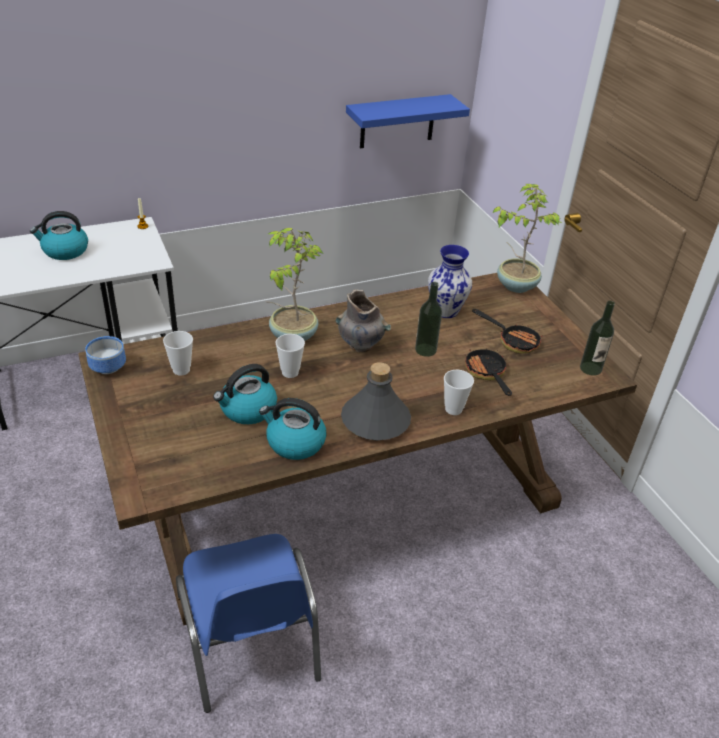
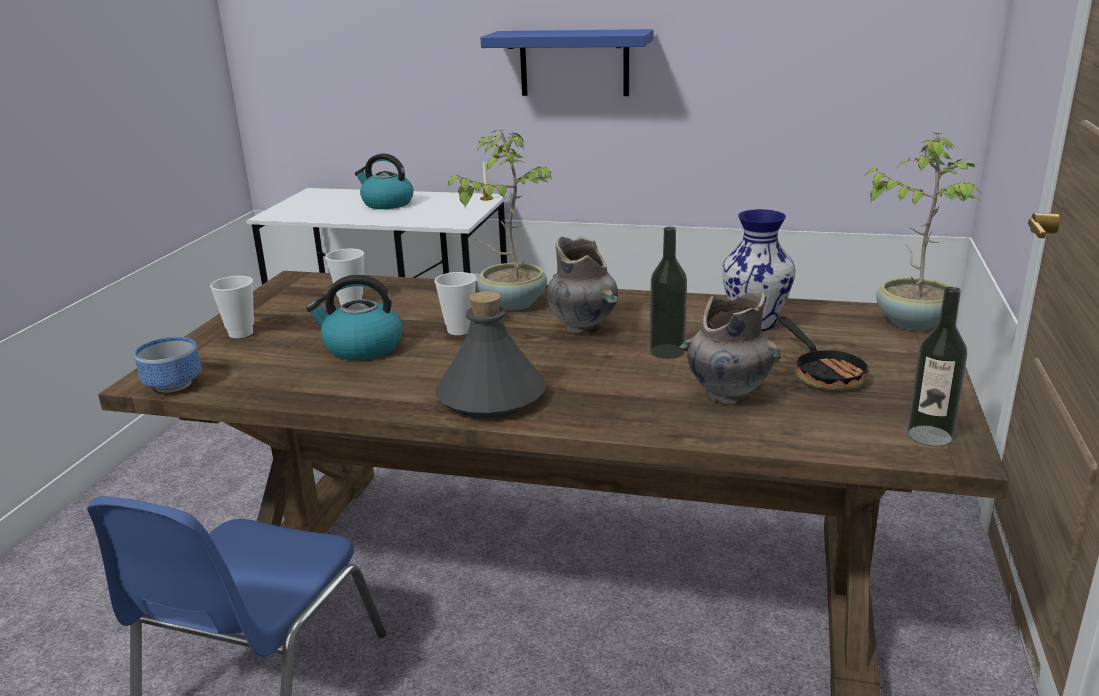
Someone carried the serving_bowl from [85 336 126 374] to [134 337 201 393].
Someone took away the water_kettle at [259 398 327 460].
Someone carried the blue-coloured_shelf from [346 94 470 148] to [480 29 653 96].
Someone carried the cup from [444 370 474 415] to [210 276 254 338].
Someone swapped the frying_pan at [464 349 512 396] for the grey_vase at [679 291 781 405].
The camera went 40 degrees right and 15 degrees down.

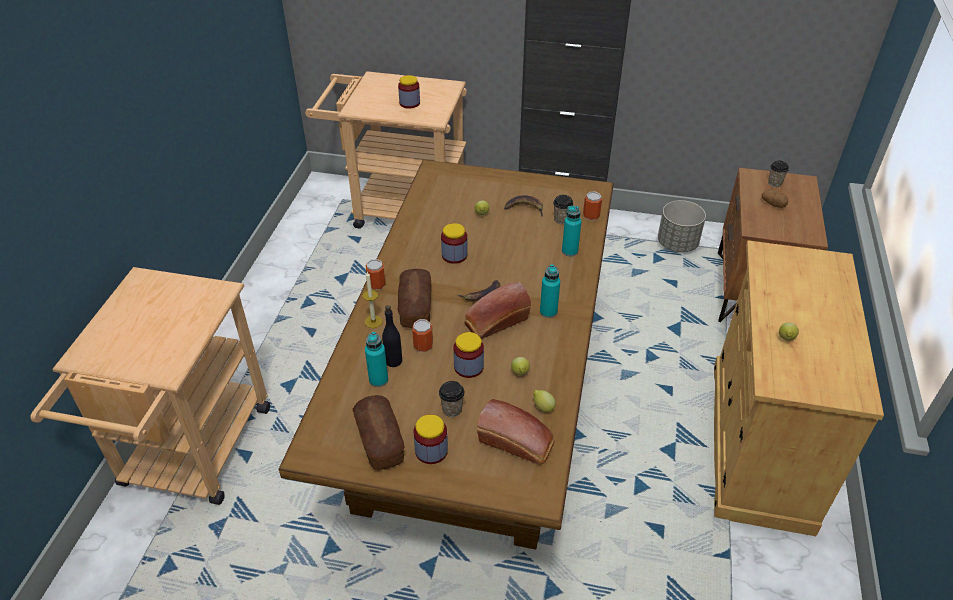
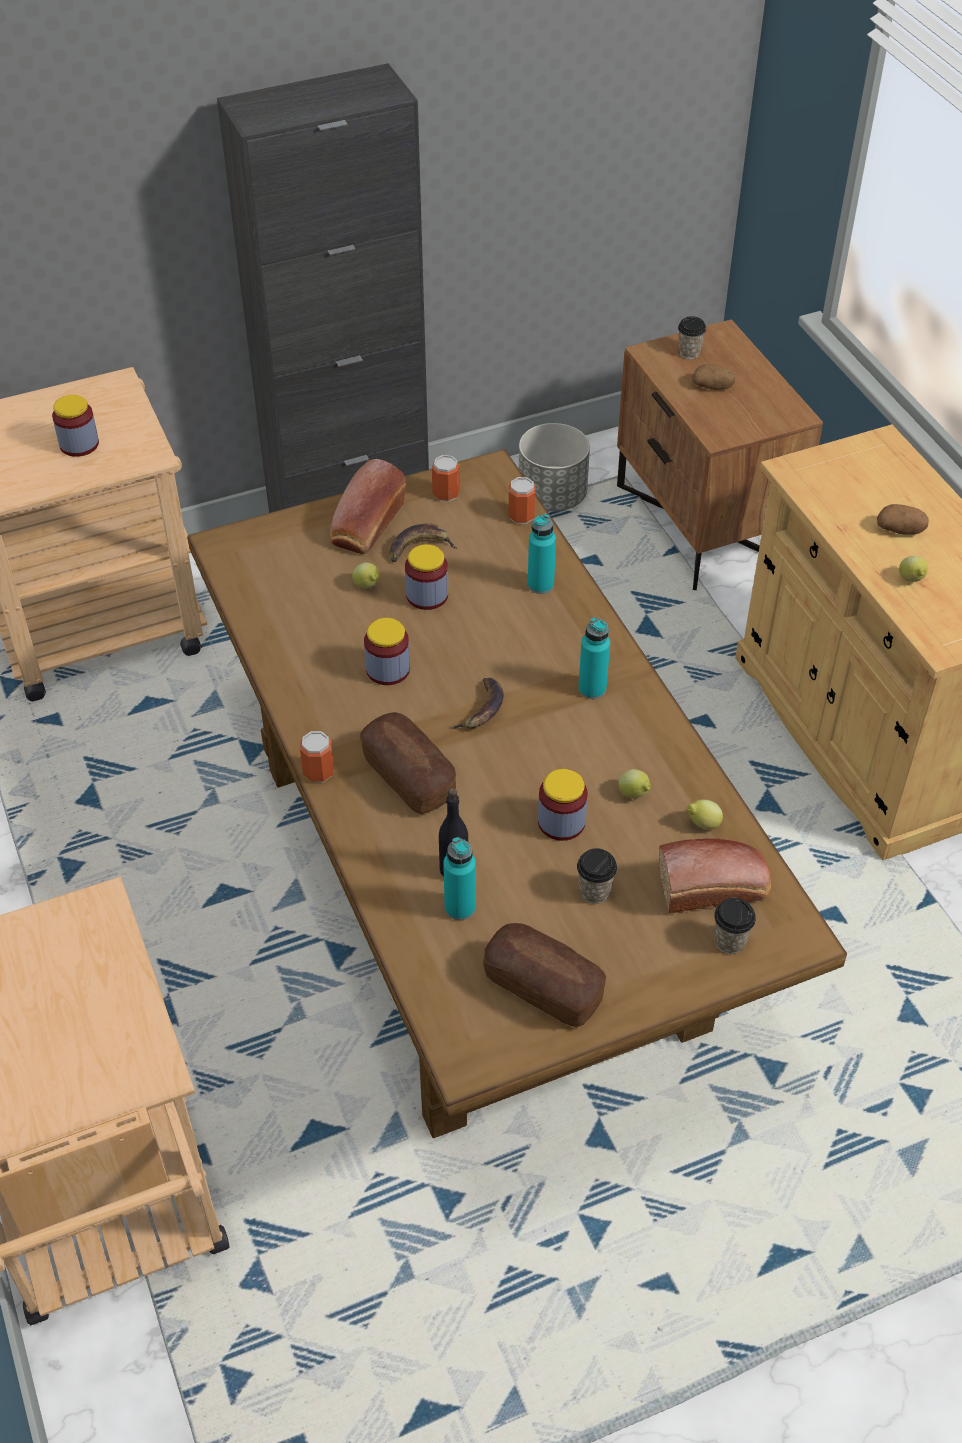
Someone took away the wax_candle at [363 271 383 328].
Someone carried the can from [412 319 433 352] to [432 455 460 502].
Someone carried the jar from [413 414 448 464] to [405 544 448 610].
Someone carried the bakery_bread from [465 282 531 339] to [330 459 406 554].
Someone carried the cup from [553 195 573 224] to [714 898 756 954].
Someone put down the whole_potato at [877 504 929 535].
The camera went 35 degrees left and 5 degrees up.

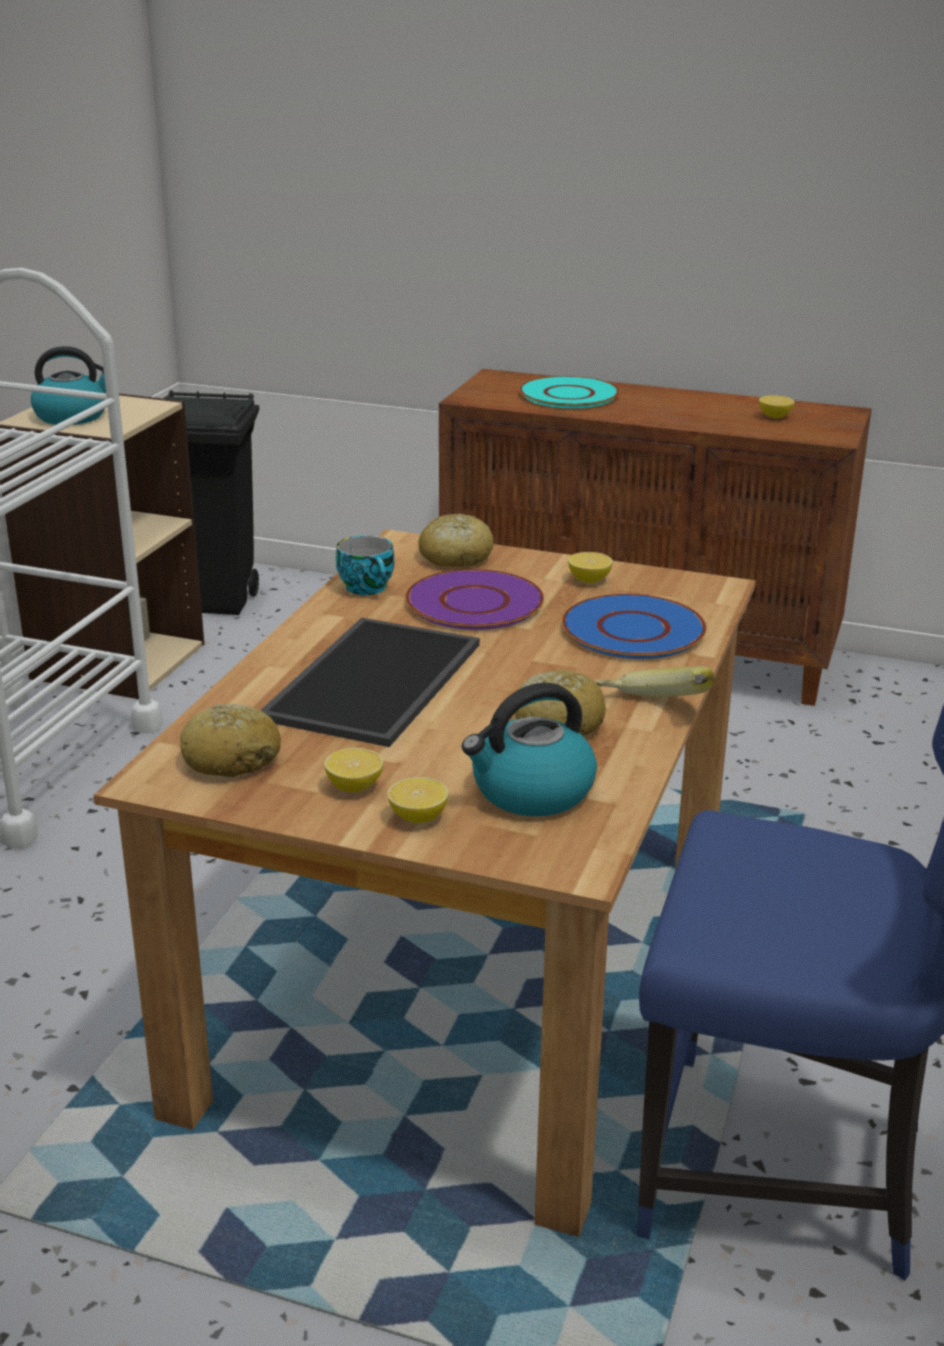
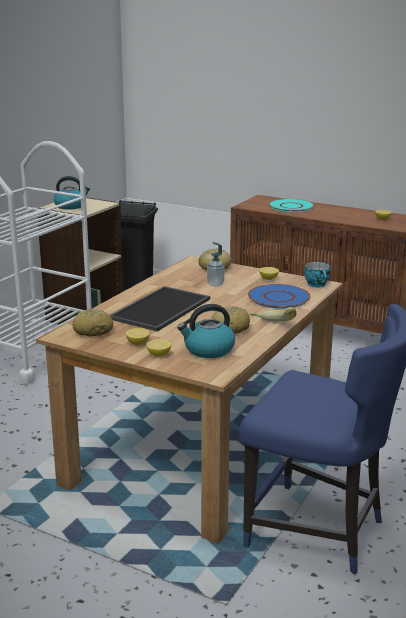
Someone carried the cup from [336 535 395 595] to [304 262 330 288].
Someone swapped the purple-coloured_flat_dish at [405 569 544 630] for the liquid_soap_bottle at [207 242 225 287].
The camera went 10 degrees right and 5 degrees down.

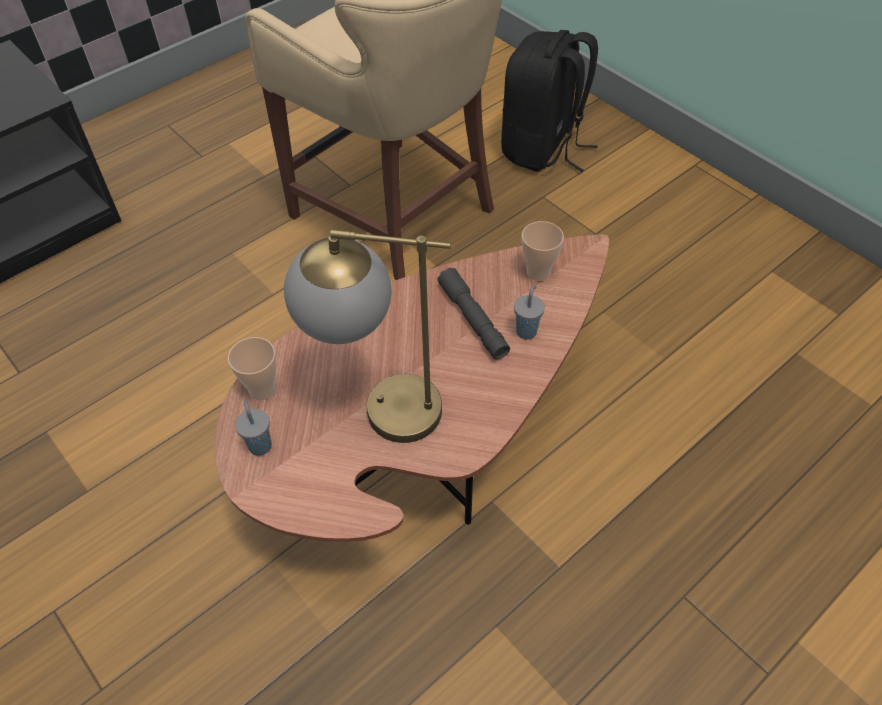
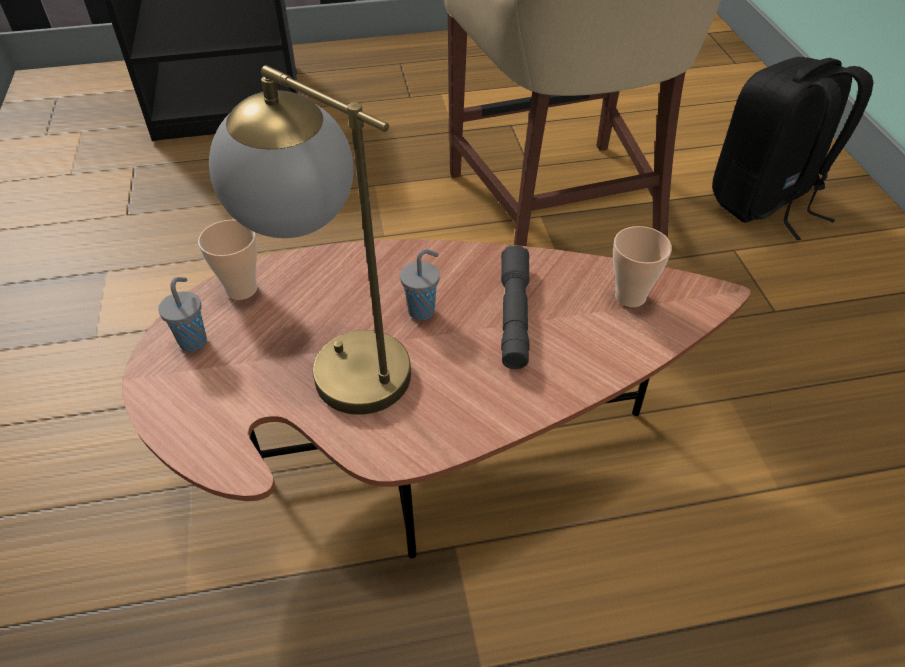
Someone carried the grey_cup from [514 286 545 340] to [400 249 440 320].
The camera went 30 degrees right and 5 degrees down.

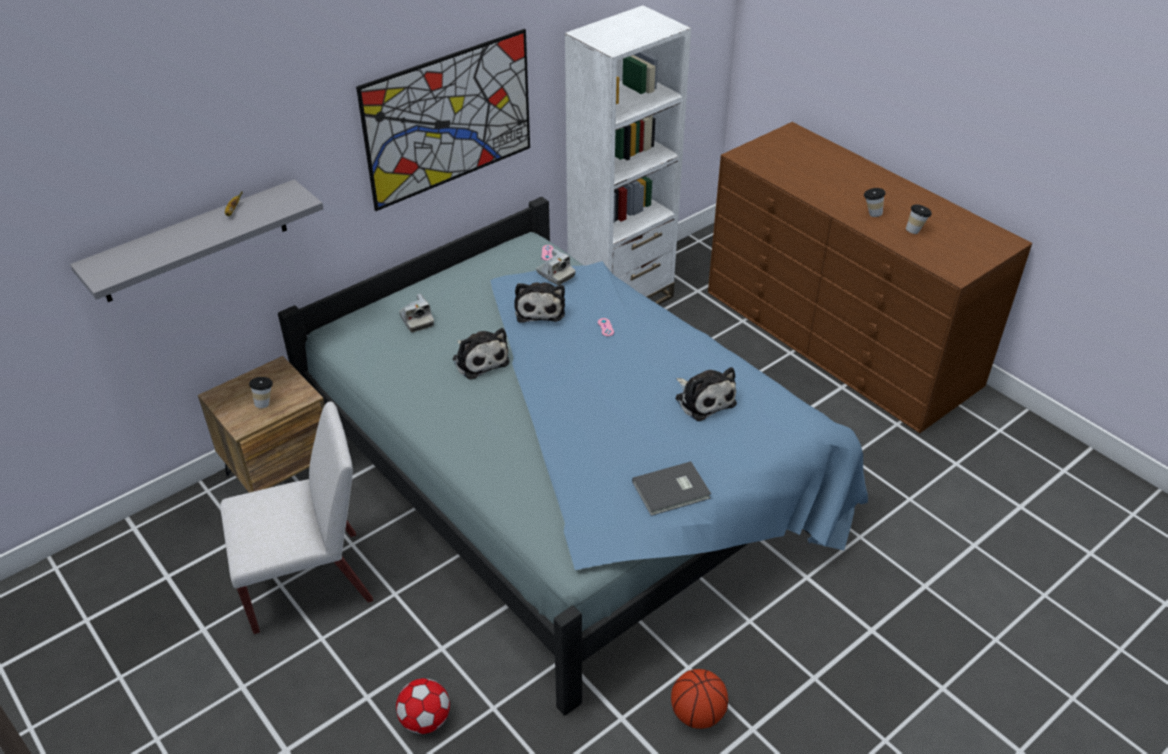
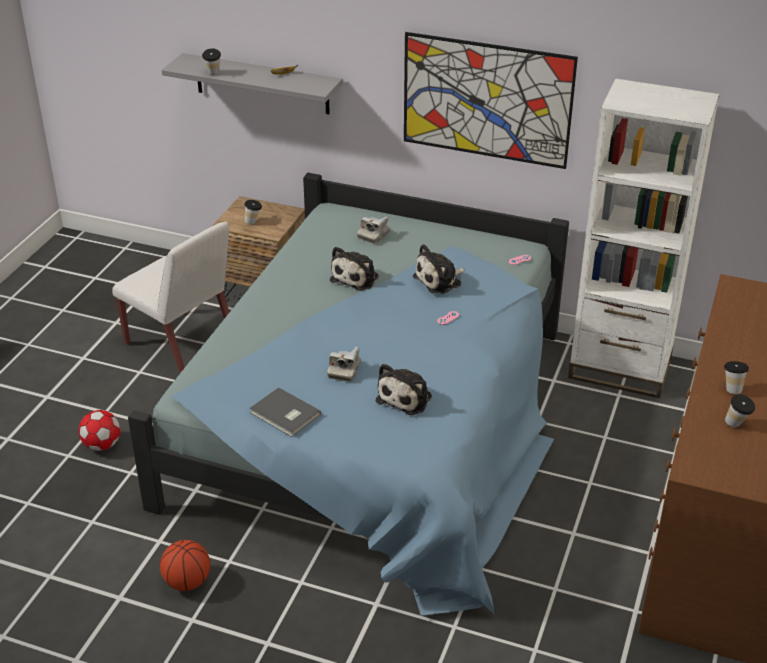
Someone carried the photo_camera from [536 249 575 286] to [327 347 361 382].
Someone put down the cup at [202 48 221 75].
The camera went 60 degrees right and 5 degrees down.

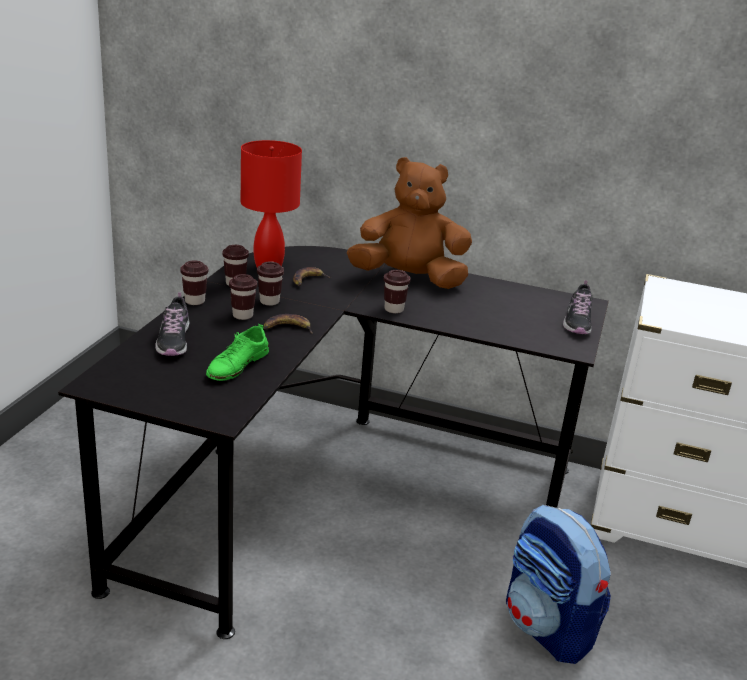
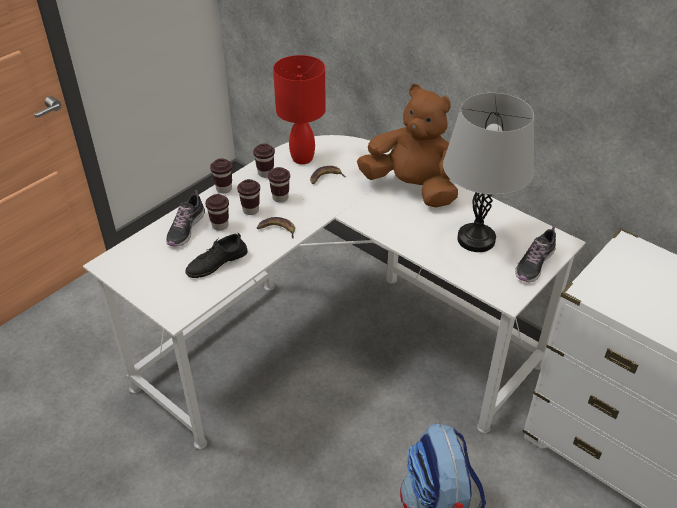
Someone repainted the black_desk_table at [58 246 609 639], which became the white_desk_table at [83 135 586 449].
Someone repainted the greenish_item_of_footwear at [206 324 269 381], which became the black_item_of_footwear at [185 233 248 278].
Someone carried the brown-coloured_cup from [384 270 411 313] to [205 194 229 231].
Someone put down the grey_table_lamp at [443 93 534 252].
The camera went 25 degrees right and 15 degrees up.

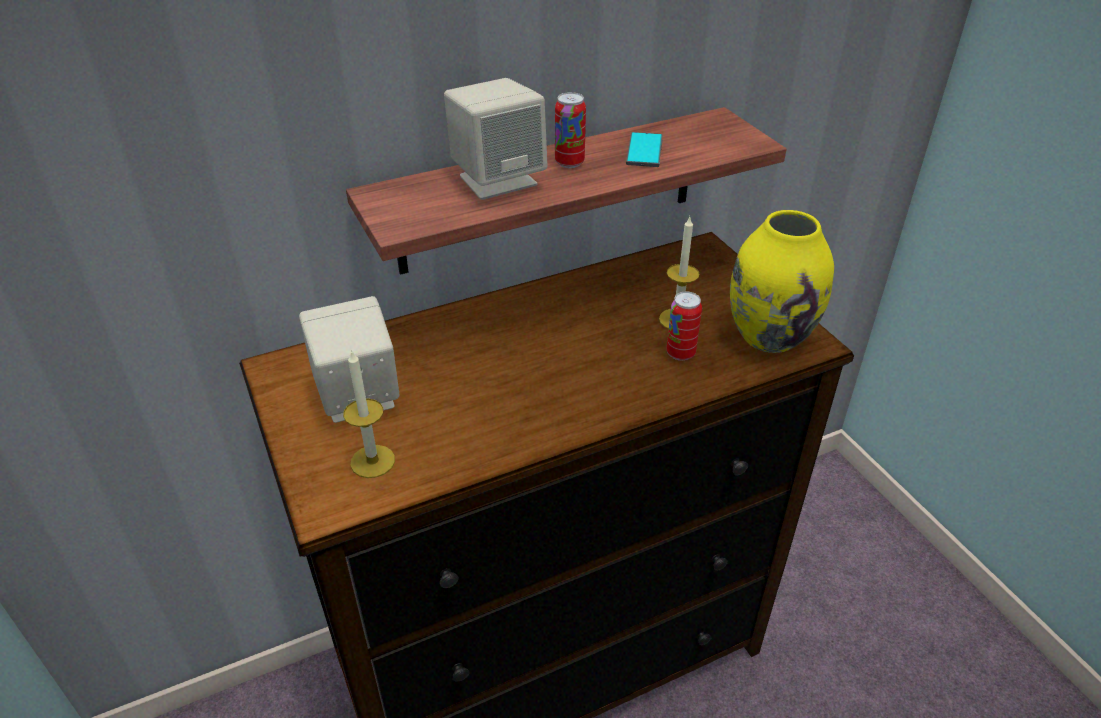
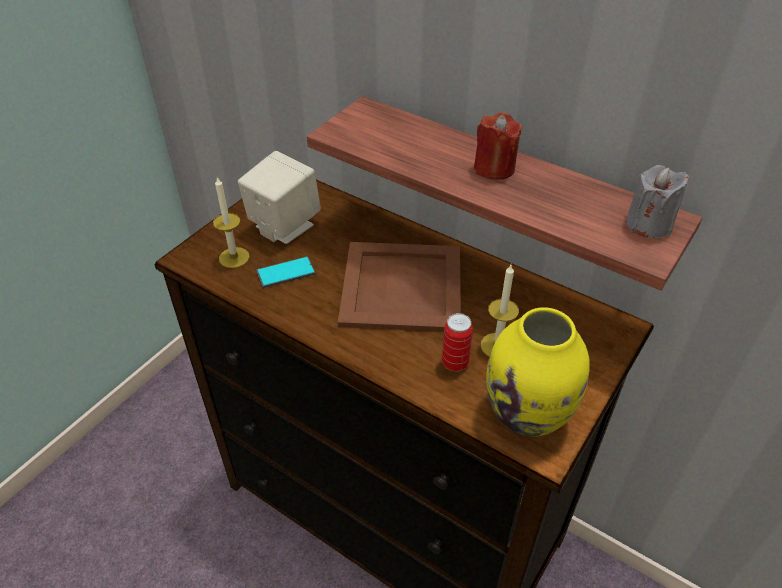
Someone took away the beige_speaker at [444 78 548 200].
Someone swapped the can at [555 92 586 168] for the reddish_wax_candle at [474 112 523 180].
Someone carried the phone from [626 132 663 167] to [256 256 315 288].
Someone put down the brown-coloured_serving_tray at [338 242 461 331].
Someone put down the grey_wax_candle at [626 165 689 238].
The camera went 60 degrees right and 5 degrees up.

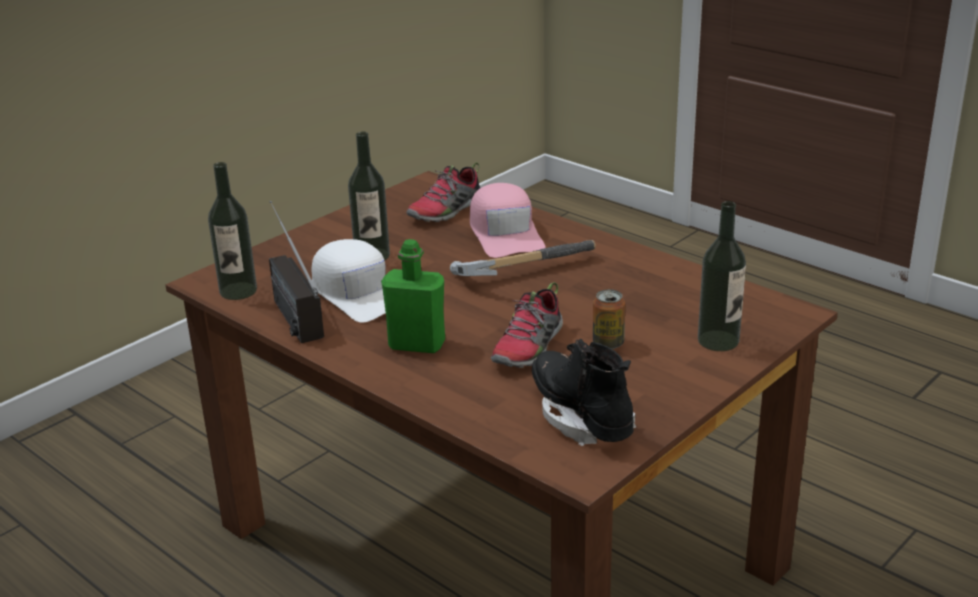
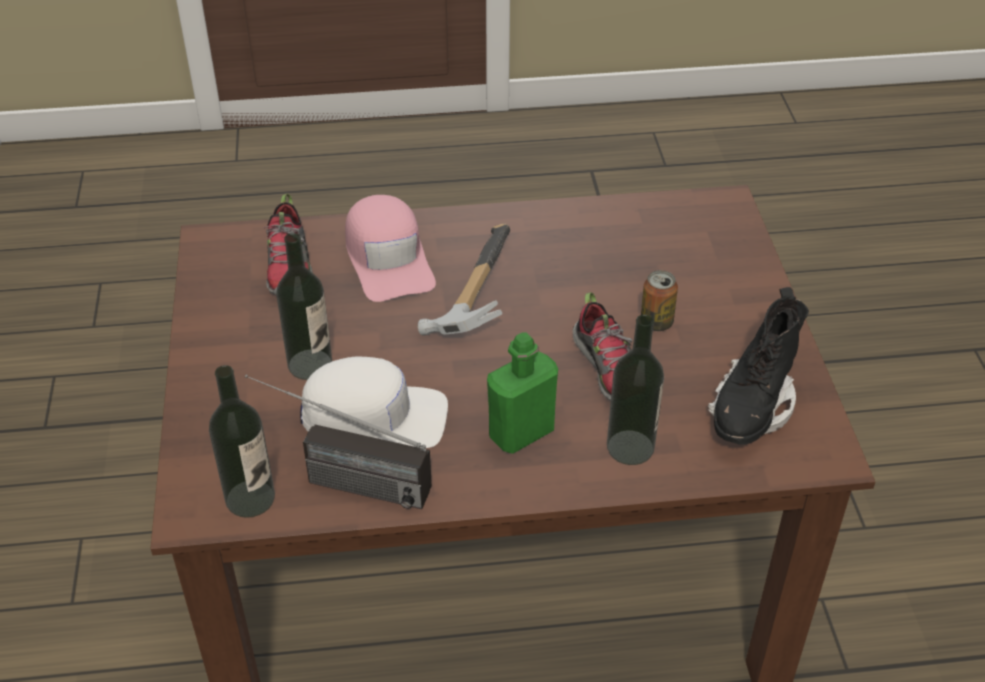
Someone rotated the pink-coloured_peaked_cap at [470 183 545 258] by 45 degrees clockwise.
Someone rotated the black_high-top_boot at [532 339 636 446] by 75 degrees counterclockwise.
Someone carried the drink_bottle from [698 201 746 351] to [607 314 664 465].
The camera went 50 degrees left and 15 degrees up.

